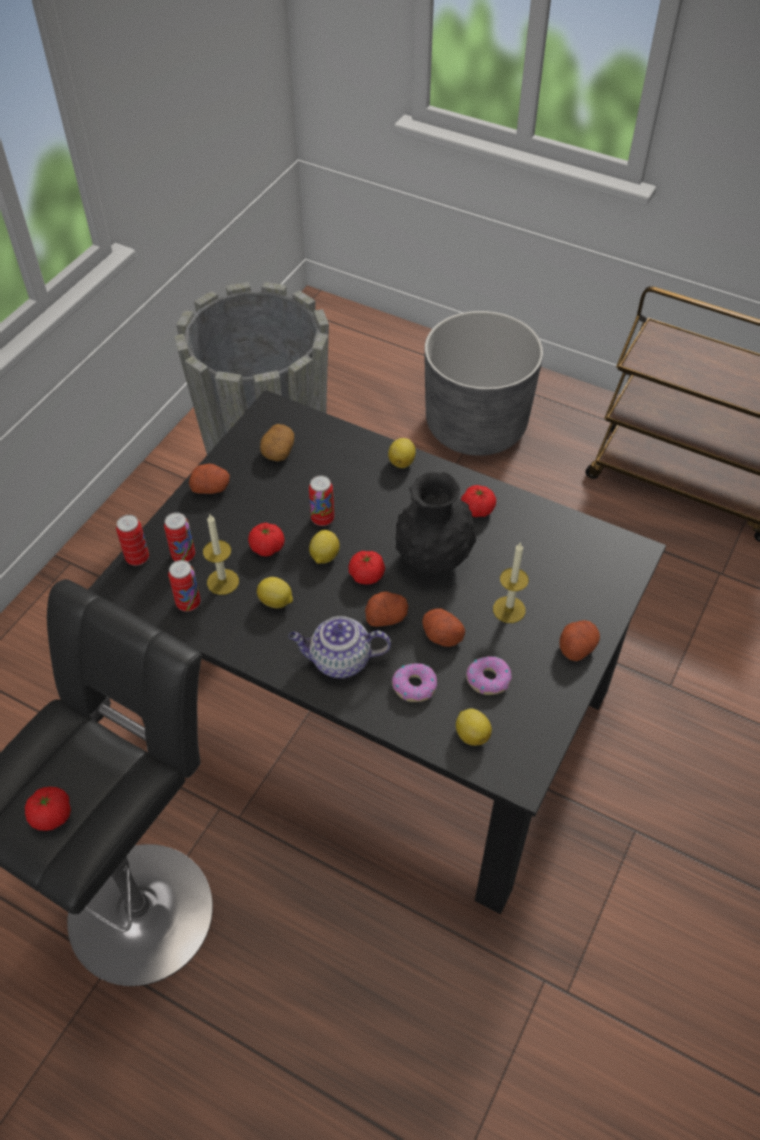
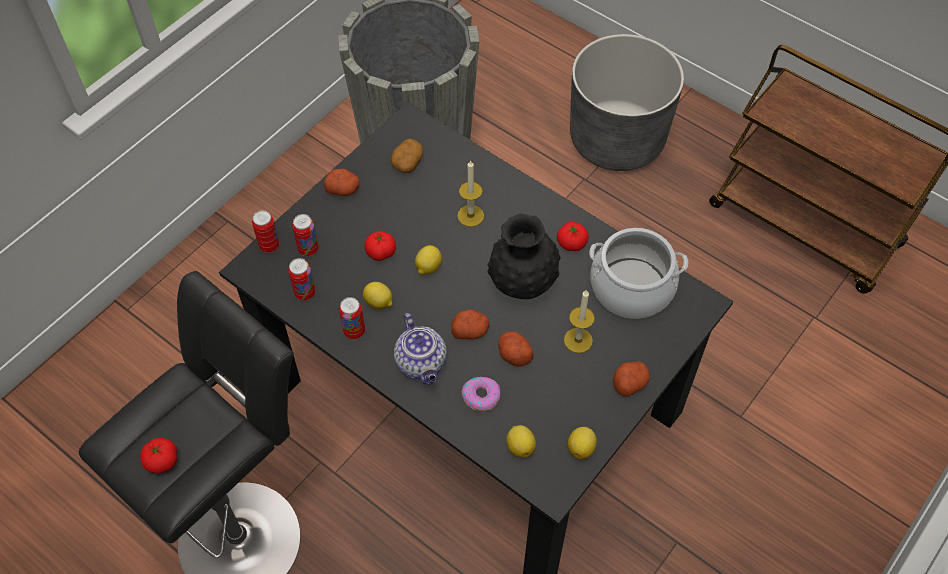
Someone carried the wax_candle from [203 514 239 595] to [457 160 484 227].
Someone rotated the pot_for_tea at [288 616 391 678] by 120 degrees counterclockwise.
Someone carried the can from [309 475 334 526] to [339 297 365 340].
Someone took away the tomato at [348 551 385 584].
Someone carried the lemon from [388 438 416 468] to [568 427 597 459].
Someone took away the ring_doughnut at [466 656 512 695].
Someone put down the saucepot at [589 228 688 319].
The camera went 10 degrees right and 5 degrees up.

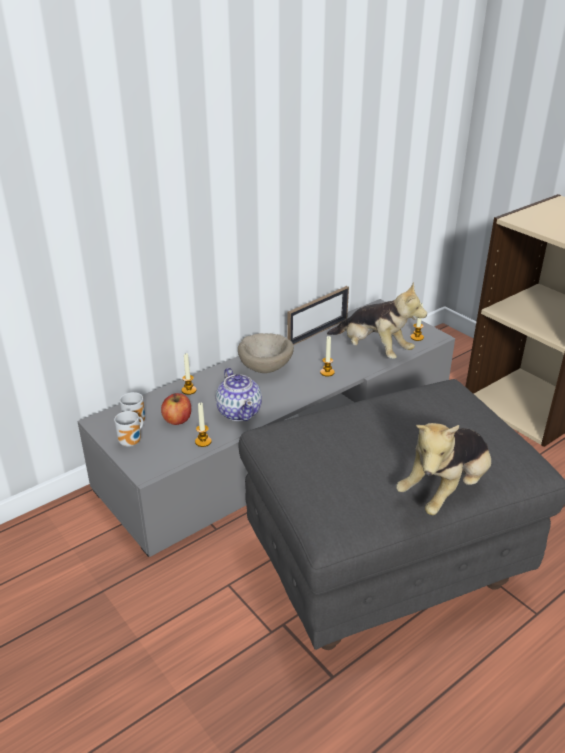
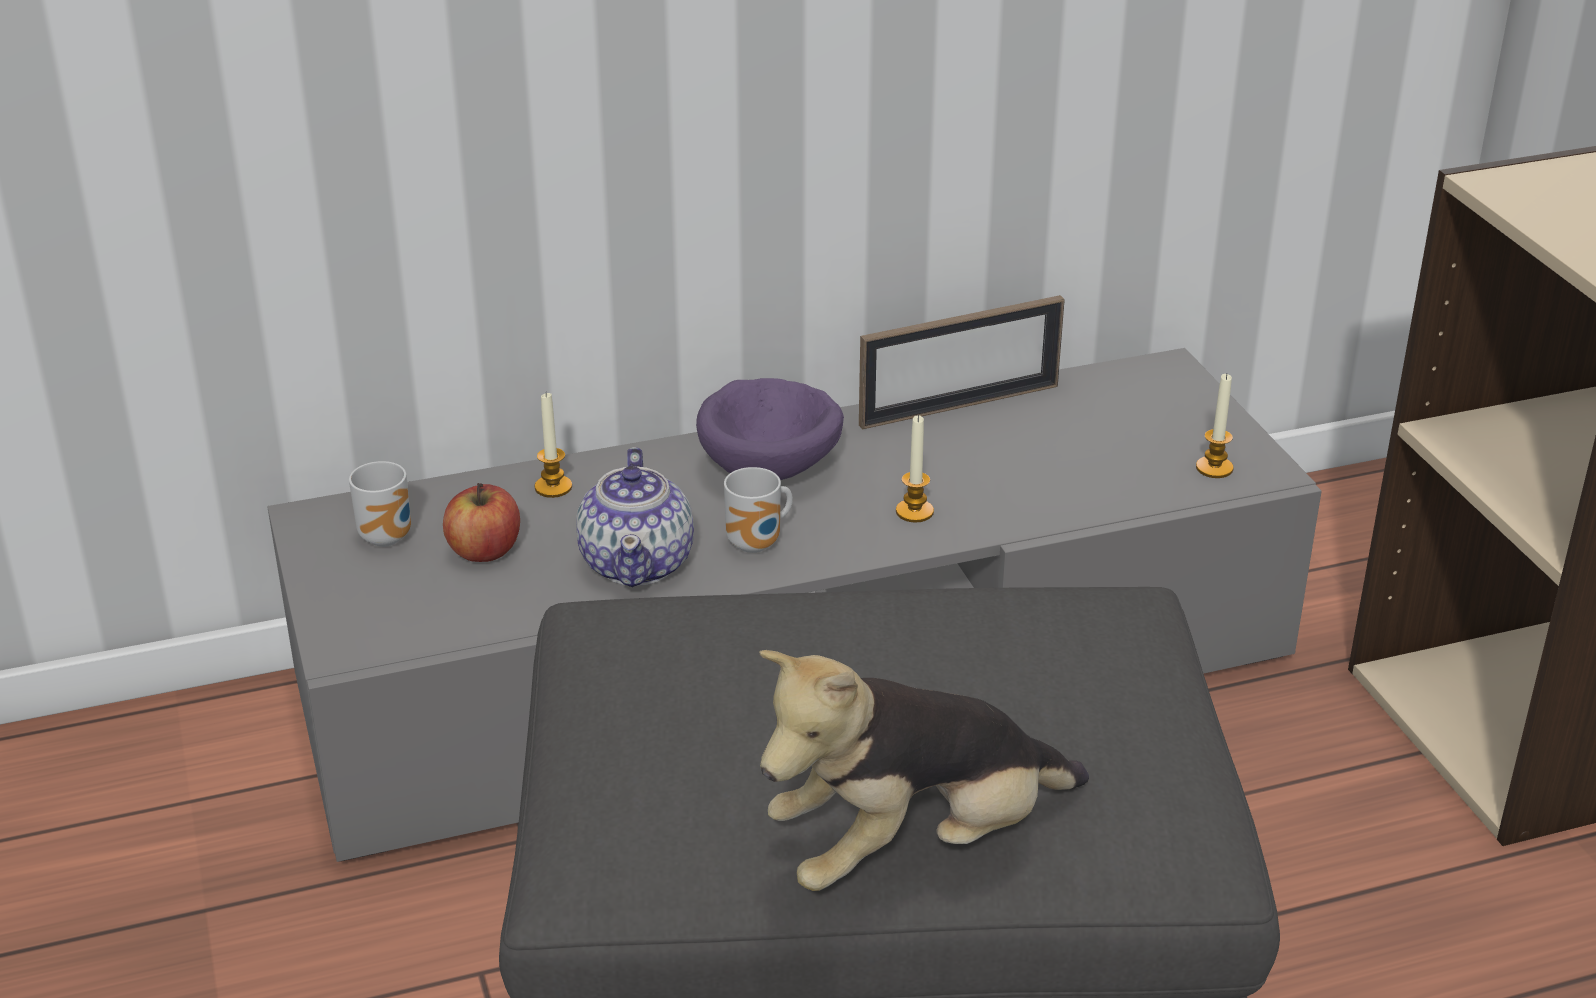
Someone carried the tea_mug from [114 411 143 447] to [724 467 793 553].
Someone took away the wax_candle at [195 403 212 447].
Someone repainted the beige_serving_bowl at [238 333 294 373], which became the purple-coloured_serving_bowl at [696 378 844 480].
Someone took away the plush_toy at [327 282 427 359].
The camera went 20 degrees right and 0 degrees up.

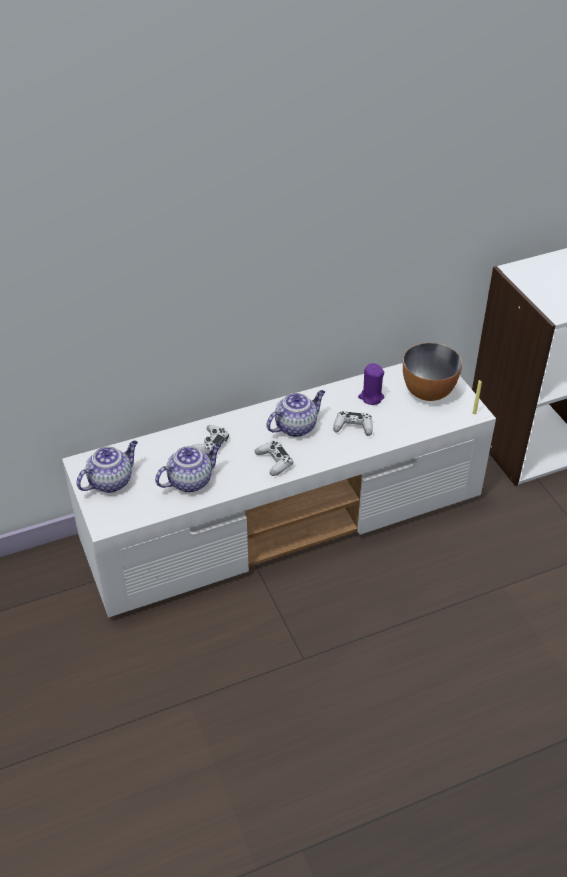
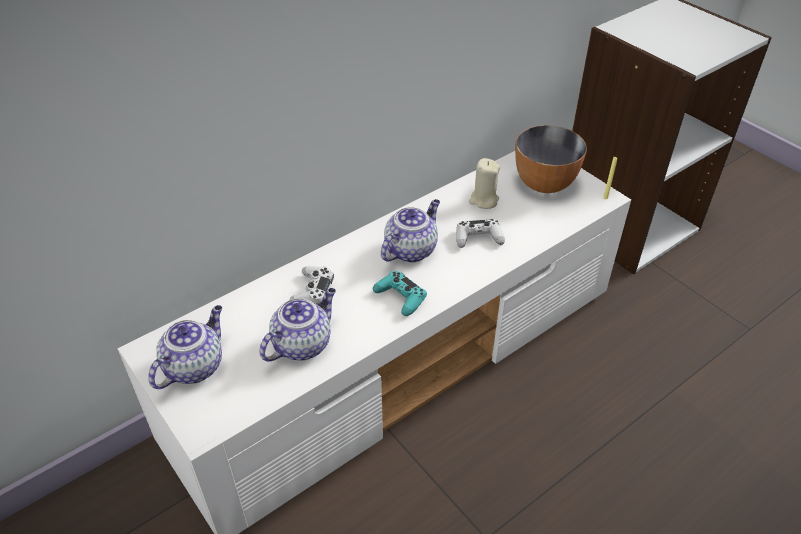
Someone repainted the white_game_controller at [254 440 293 476], which became the turquoise_game_controller at [373 271 427 316].
Someone repainted the purple-coloured_wax_candle at [358 363 384 405], which became the beige_wax_candle at [469 158 500 209].
The camera went 15 degrees left and 0 degrees up.

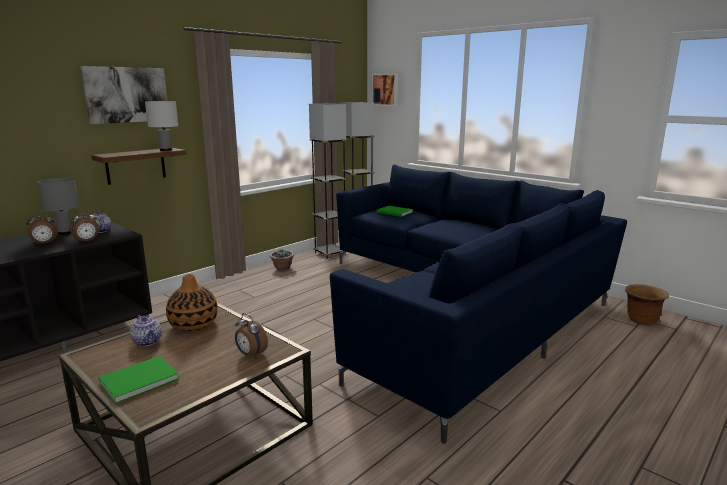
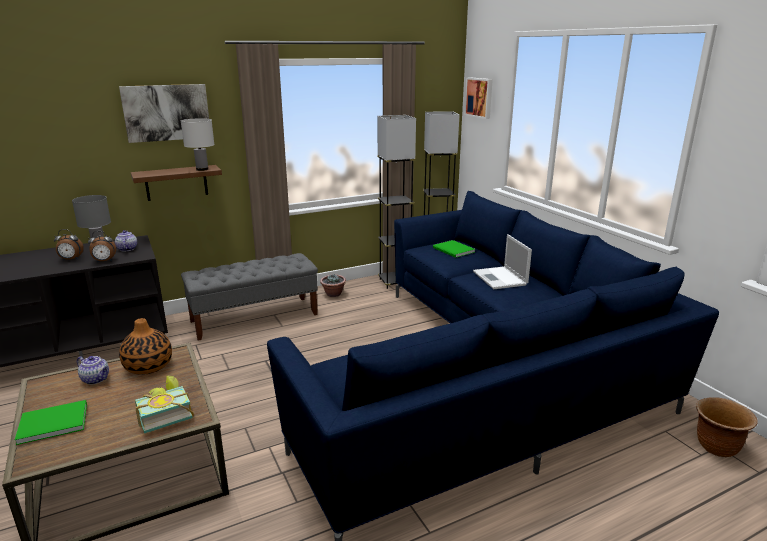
Someone rotated the pot_for_tea at [130 315 162 346] by 45 degrees counterclockwise.
Someone swapped the alarm_clock at [235 313 268 358] for the bound_book at [135 375 194 433].
Someone put down the grey_indoor_bench at [181 253 318 341].
Someone put down the laptop at [473 234 532 289].
The camera went 20 degrees right and 5 degrees up.

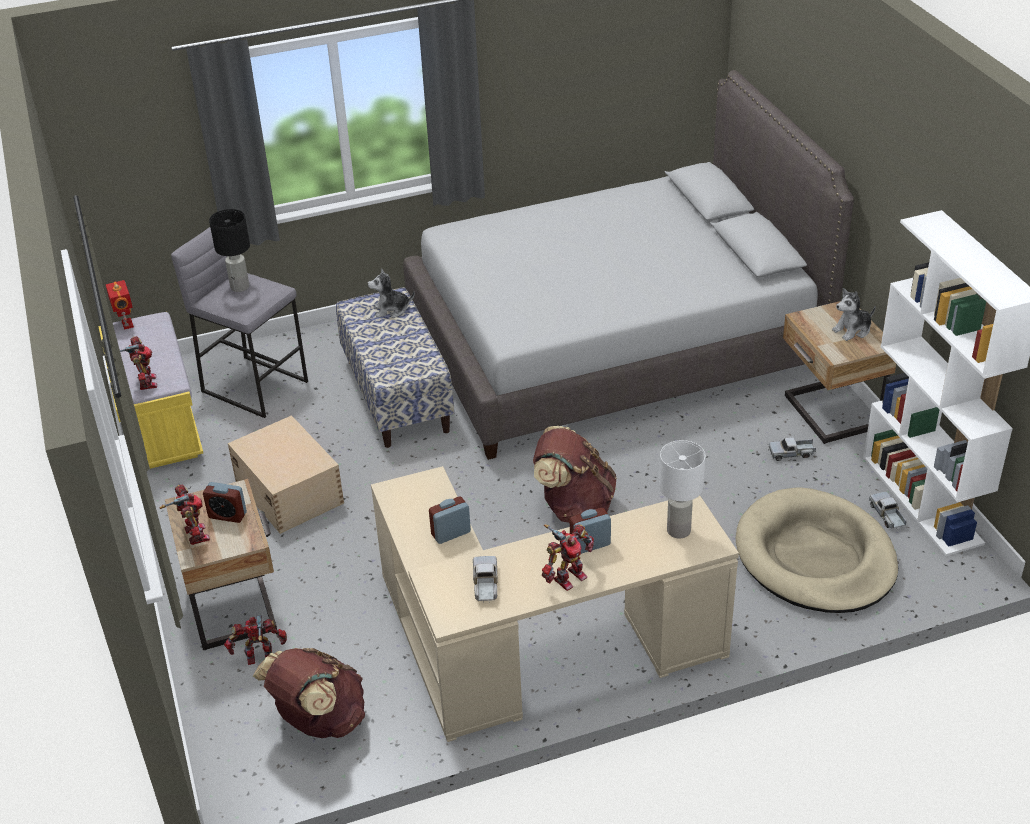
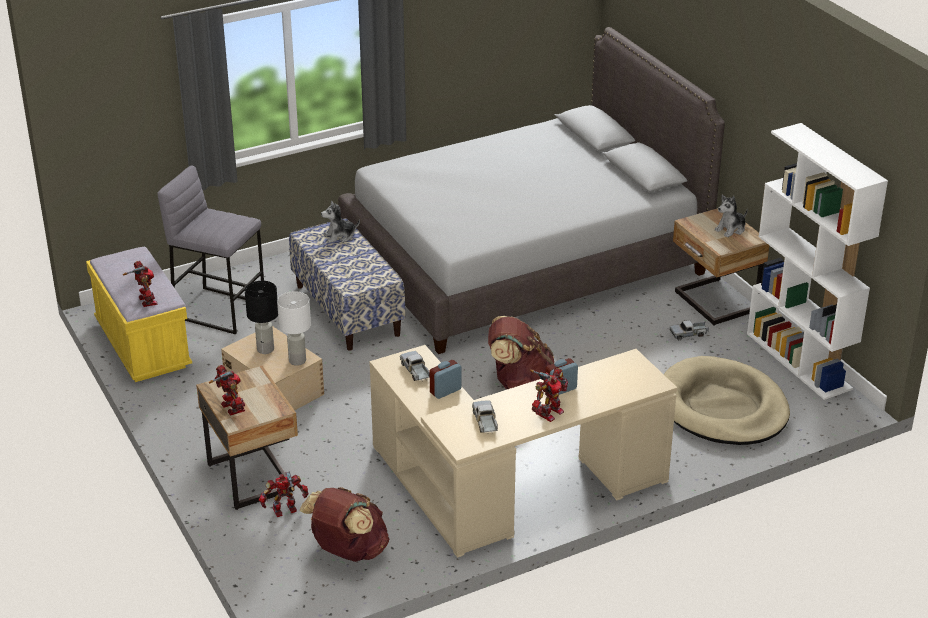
Someone took away the model_robot at [106 280 134 330].
Someone took away the alarm_clock at [203 482 247 523].
Someone carried the black_table_lamp from [209 209 250 292] to [245 281 278 354].
Someone carried the white_table_lamp from [659 440 705 539] to [277 291 311 366].
Someone carried the toy_lorry from [869 492 907 529] to [400 351 430 381].
The camera went 10 degrees left and 5 degrees down.

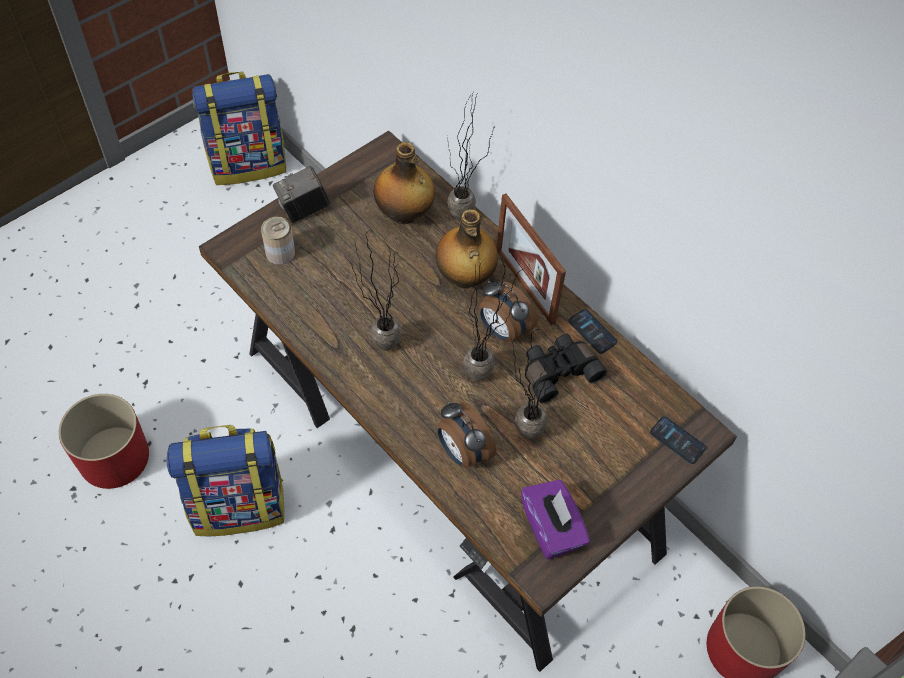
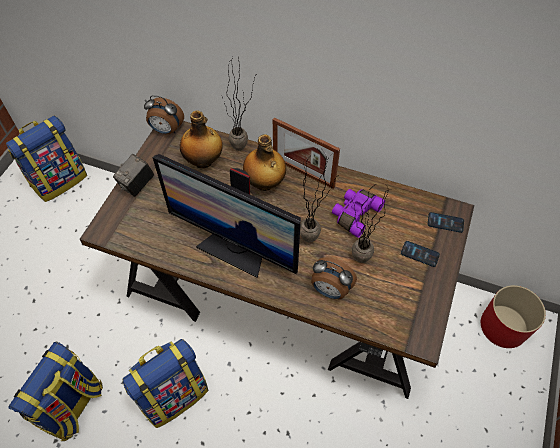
Someone swapped the reddish_planter at [59 394 149 489] for the rucksack at [8 342 103 441].
Someone took away the can at [261 217 295 265].
Someone swapped the plant_in_a_pot at [345 230 402 351] for the monitor at [153 154 301 278].
Someone carried the alarm_clock from [479 281 538 342] to [144 95 184 134].
Someone took away the purple-coloured_tissue_box at [521 480 590 559].
Someone repainted the black_pair_of_binoculars at [525 334 607 404], which became the purple-coloured_pair_of_binoculars at [332 189 385 238].
Someone carried the phone from [568 309 617 354] to [401 241 440 267].
The camera went 25 degrees left and 0 degrees up.

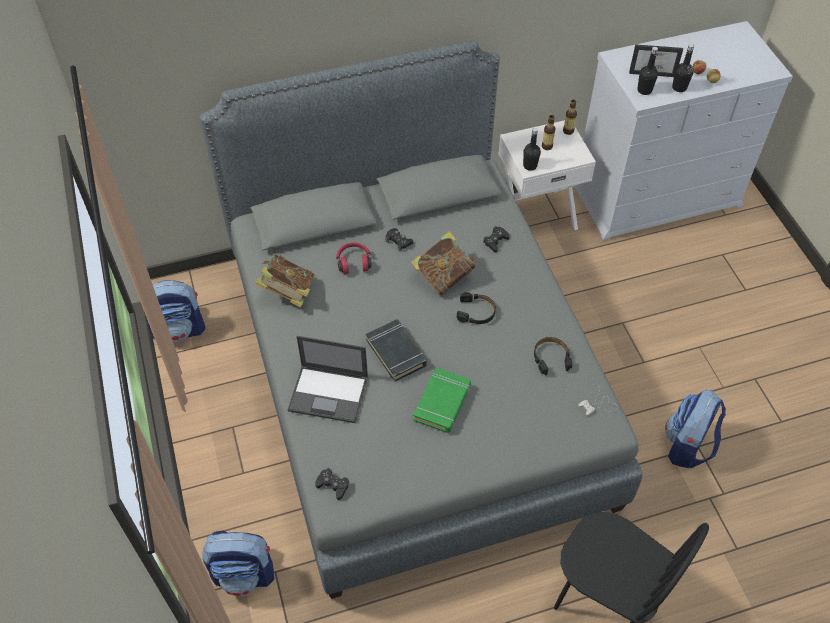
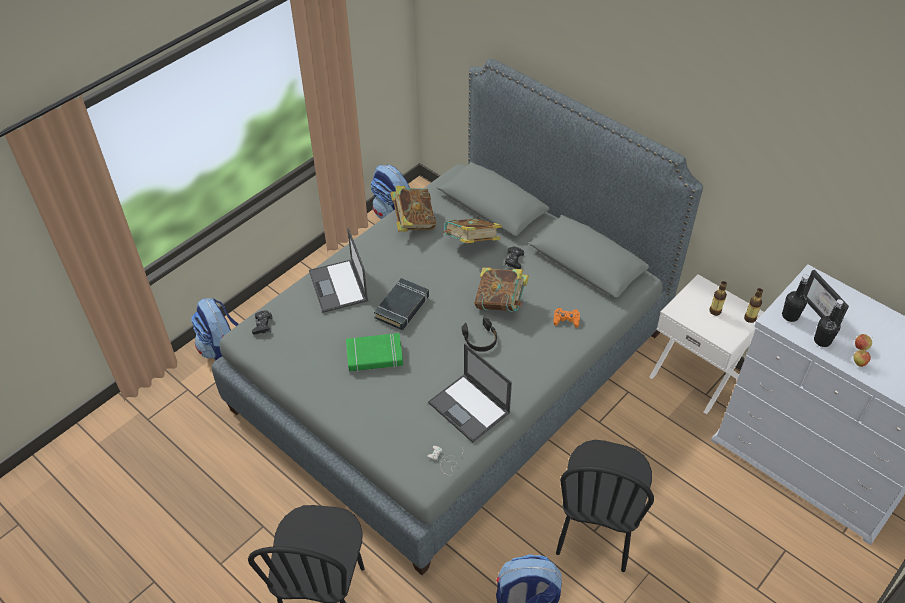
Someone swapped the reddish_headphones at [336 242 372 274] for the bound_book at [443 218 502 244].
Someone repainted the black_game_controller at [483 226 510 252], which became the orangey_game_controller at [553 308 580 328].
Someone took away the black_drink_bottle at [523 128 541 171].
Someone swapped the black_headphones at [534 337 572 375] for the laptop at [428 344 512 443].
Someone put down the black_plain_chair at [556 440 654 572].
The camera went 60 degrees right and 5 degrees down.

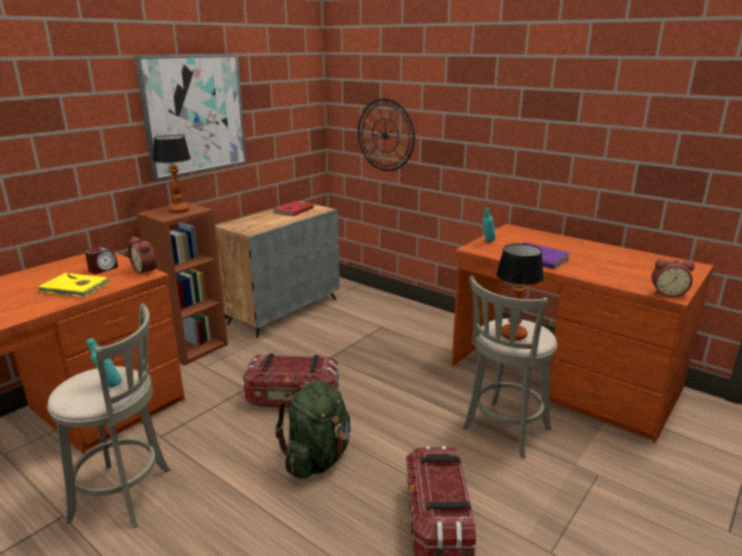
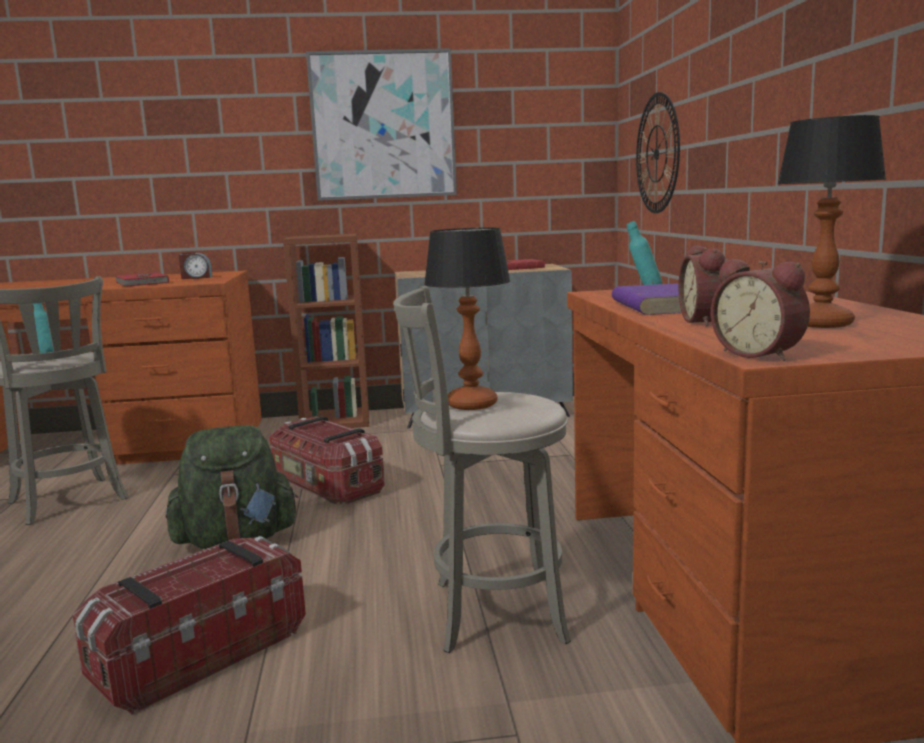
Someone repainted the yellowish_bound_book at [38 273 109 298], which became the reddish_bound_book at [115 272 169 287].
Someone carried the alarm_clock from [128 236 156 275] to [679 246 726 326].
Someone carried the table_lamp from [153 135 191 213] to [777 115 886 328].
The camera went 45 degrees right and 10 degrees down.

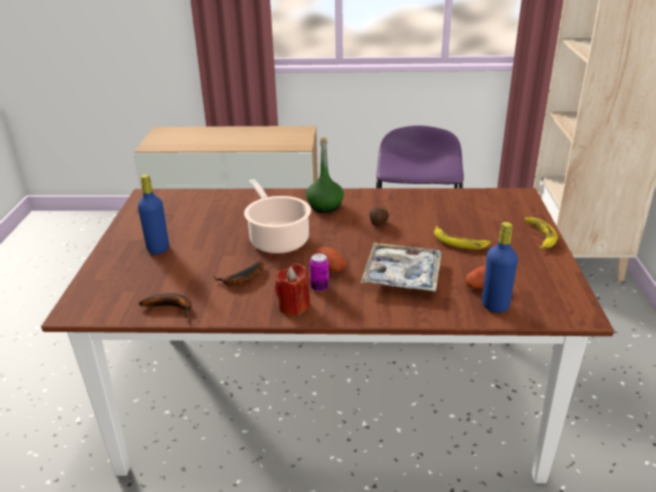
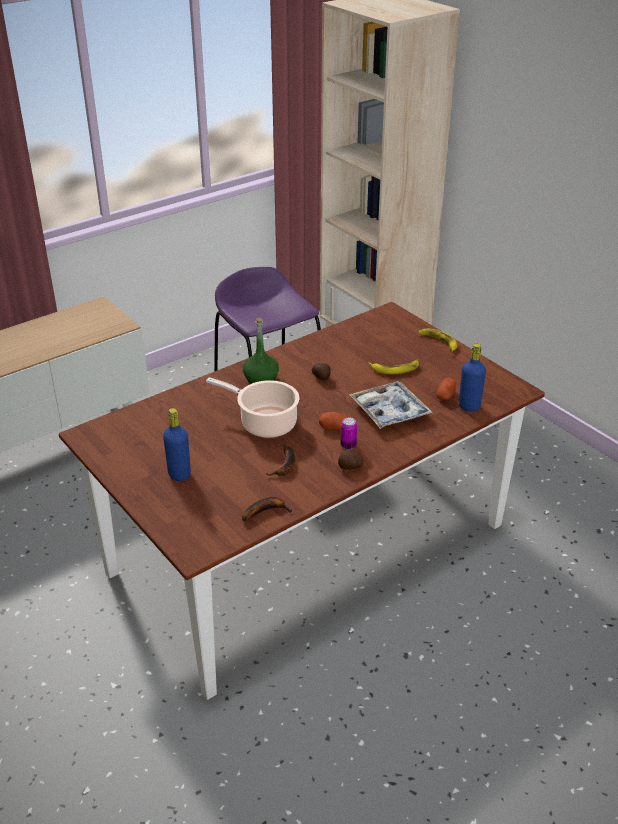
Someone swapped the reddish_wax_candle at [275 264 310 316] for the whole_potato at [338 450 363 470].
The camera went 40 degrees left and 5 degrees up.

